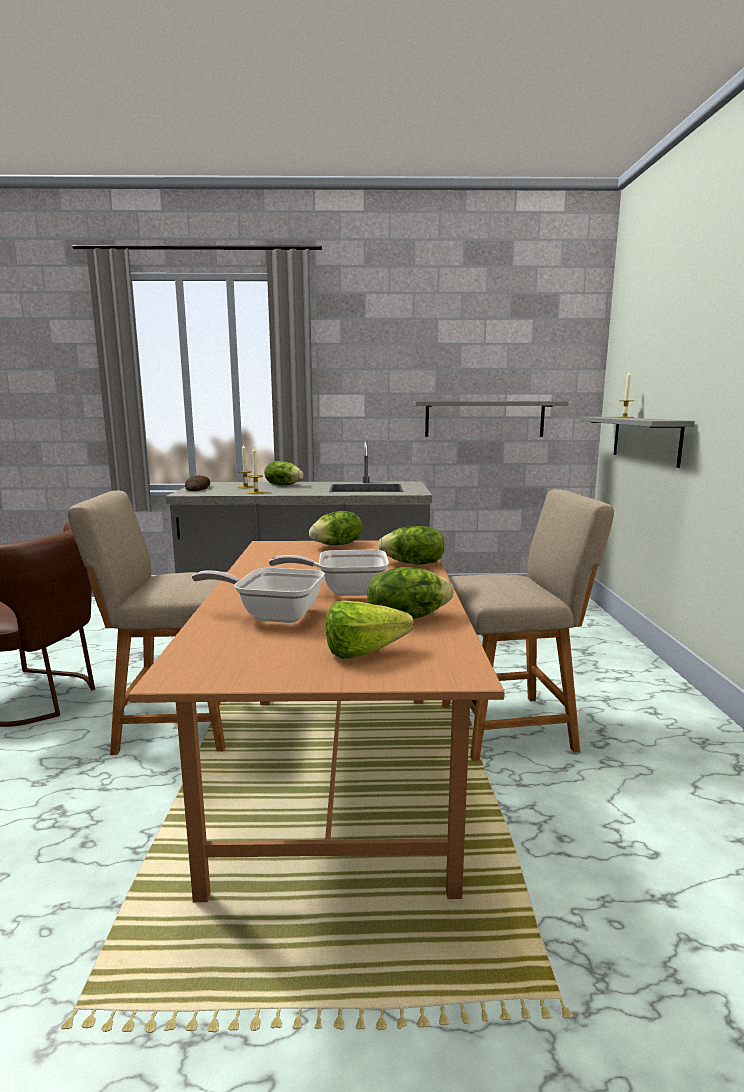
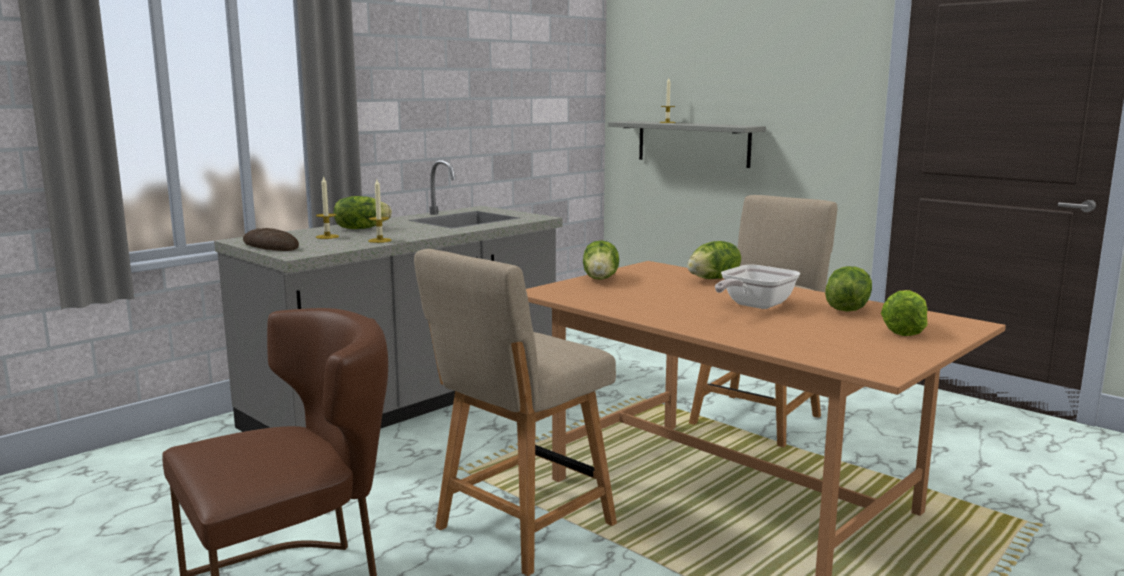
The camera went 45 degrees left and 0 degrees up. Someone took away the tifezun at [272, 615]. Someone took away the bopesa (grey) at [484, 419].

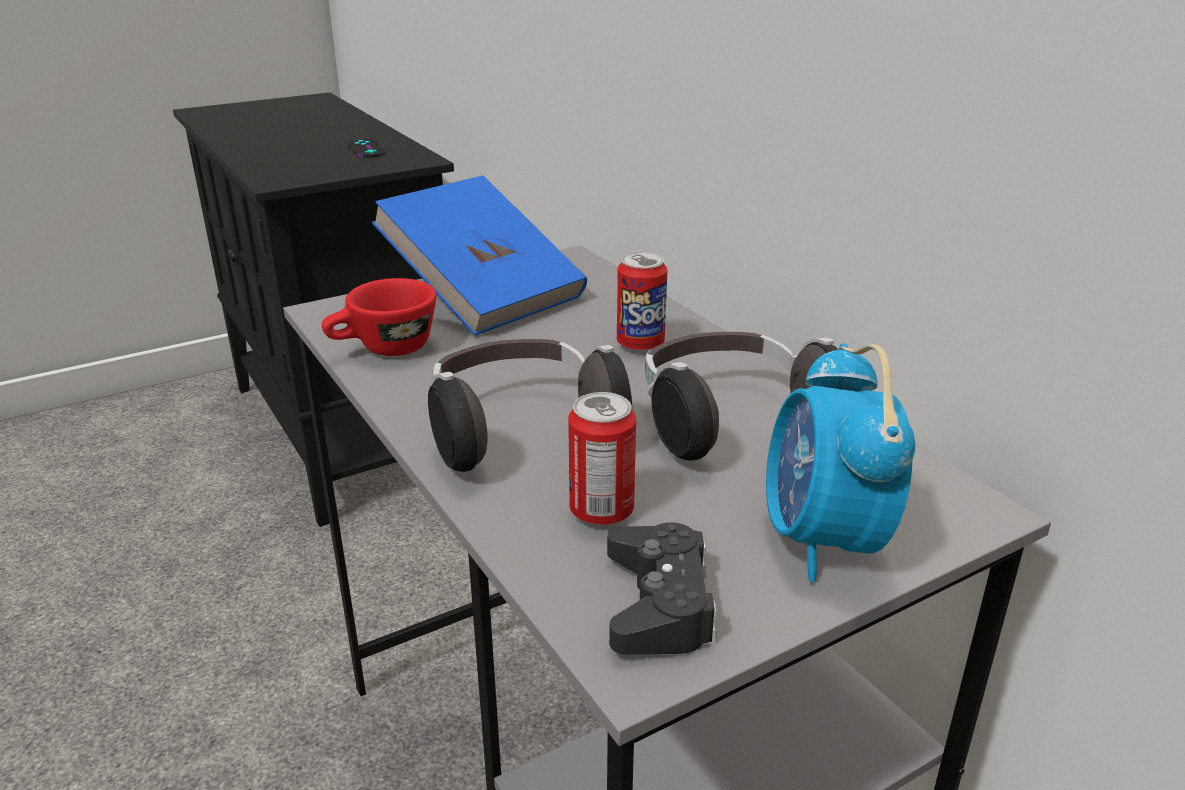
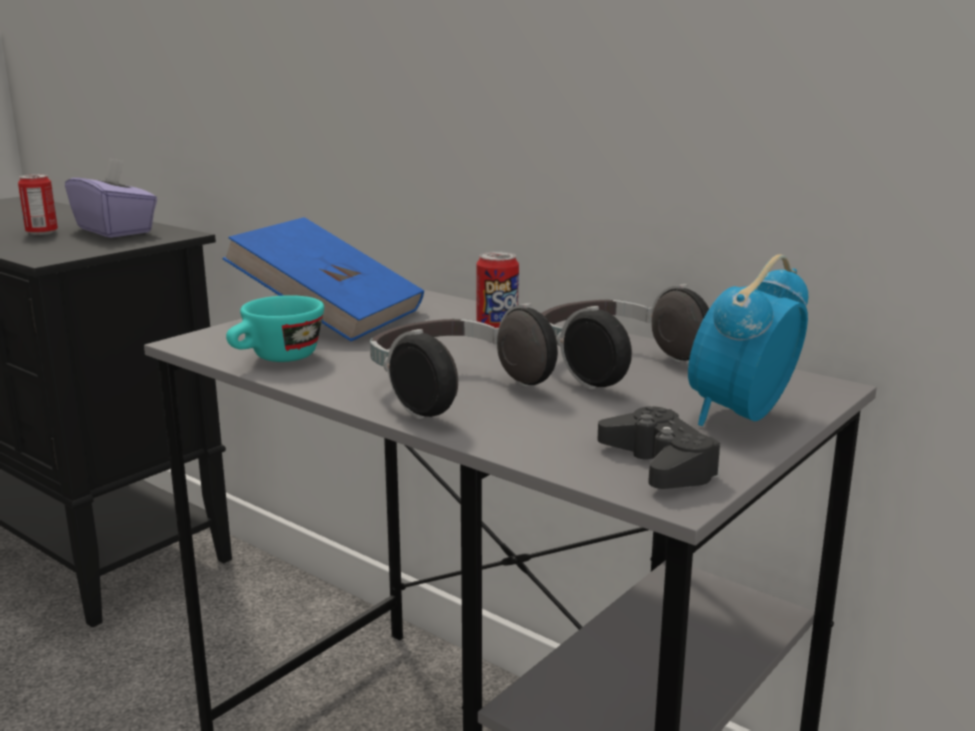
The camera went 20 degrees left and 10 degrees down. Someone carried the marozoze from [601, 511] to [42, 233]. Someone swapped the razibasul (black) at [366, 149] for the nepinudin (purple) at [116, 230]. Someone repainted the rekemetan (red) at [384, 349], which became the rekemetan (turquoise) at [276, 359]. Someone rotated the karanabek at [822, 541] by 60 degrees clockwise.

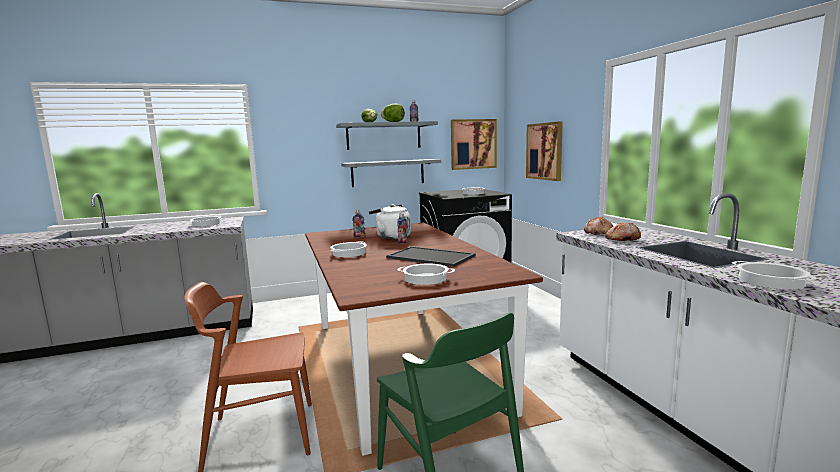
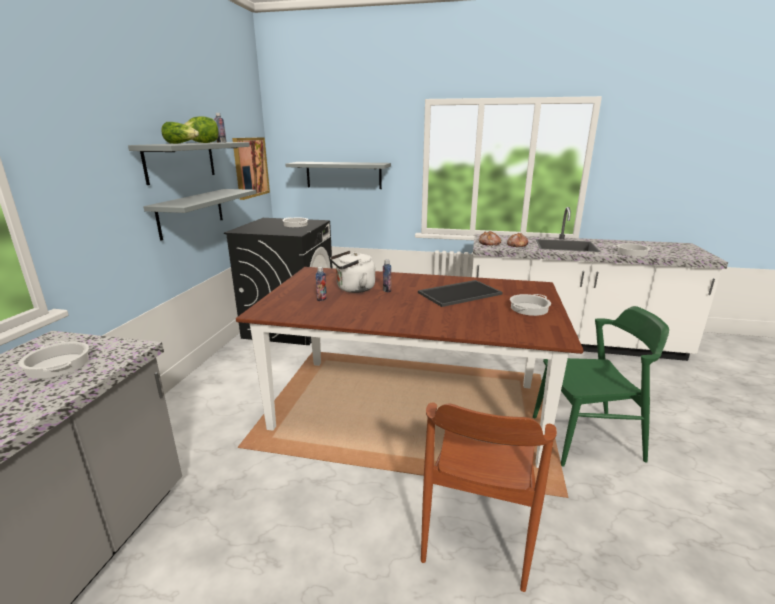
The camera went 60 degrees left and 10 degrees up. Someone swapped the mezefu at [544, 151] for the bopesa (grey) at [343, 175]. Someone took away the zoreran at [349, 253].

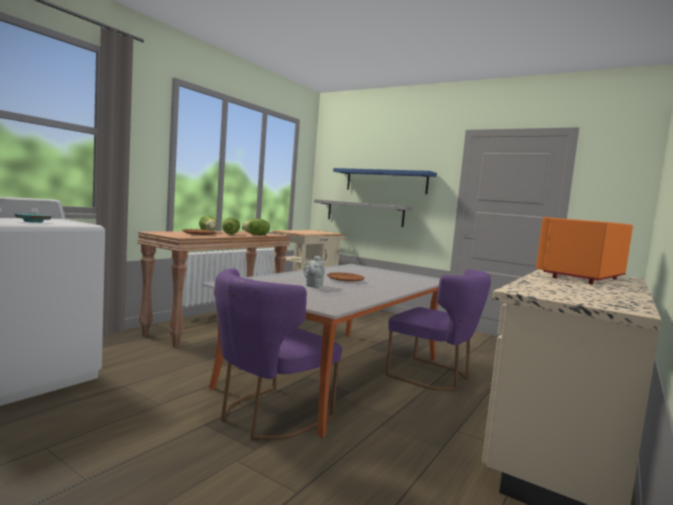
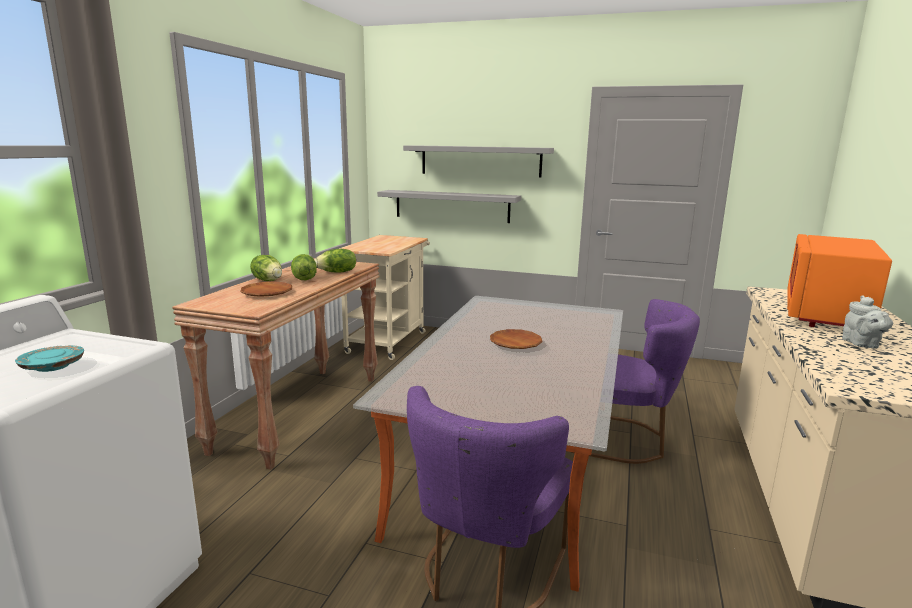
The camera went 15 degrees left and 10 degrees up. Someone repainted the bopesa (blue) at [386, 181], which became the bopesa (grey) at [480, 161]. Someone carried the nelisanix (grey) from [313, 286] to [862, 344].

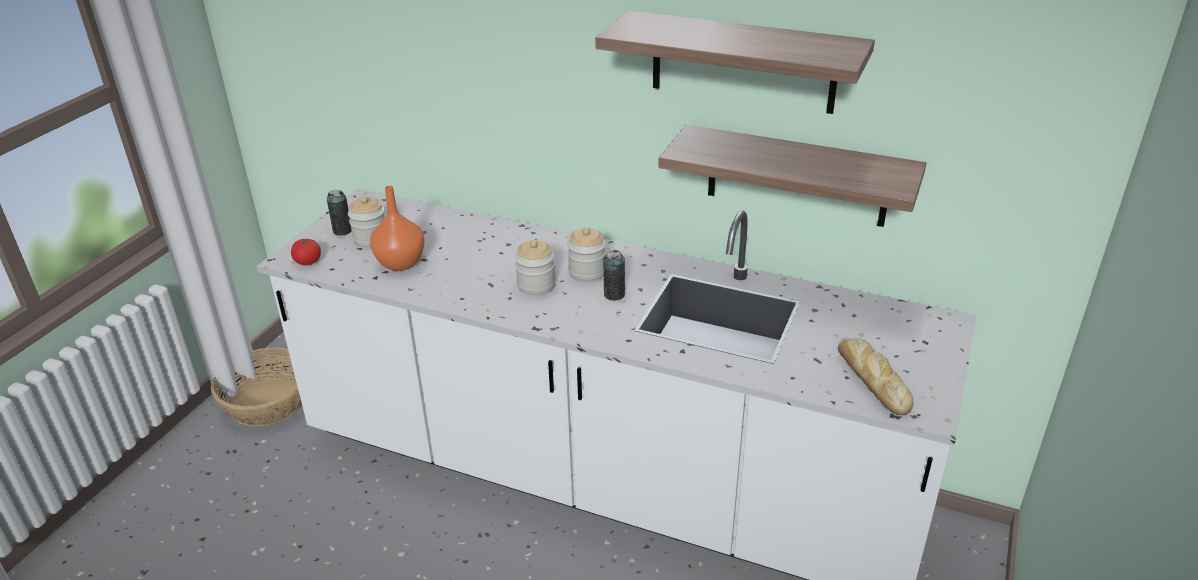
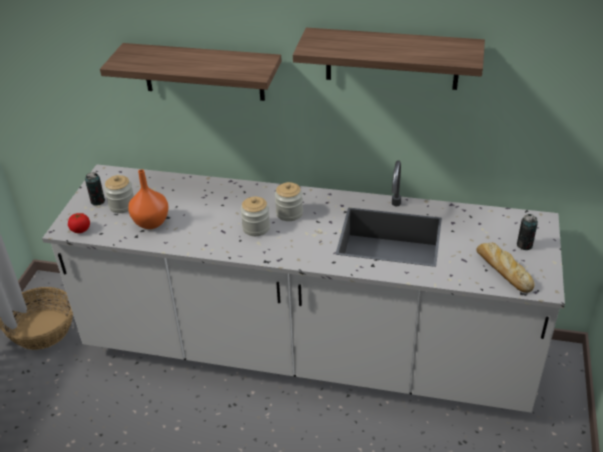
The camera went 10 degrees left and 5 degrees up. Someone carried the bopesa from [797, 176] to [203, 72]. Someone carried the marozoze from [614, 295] to [524, 245].

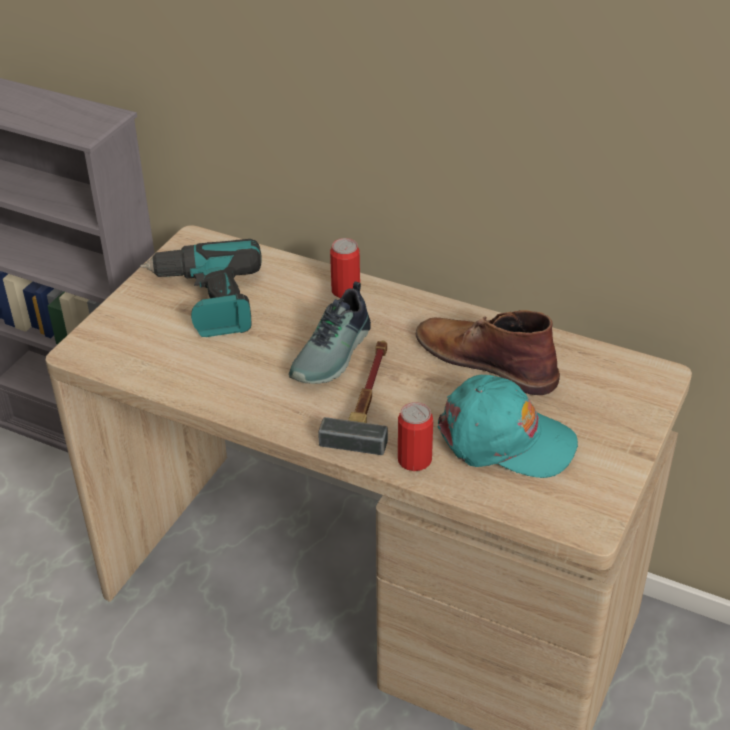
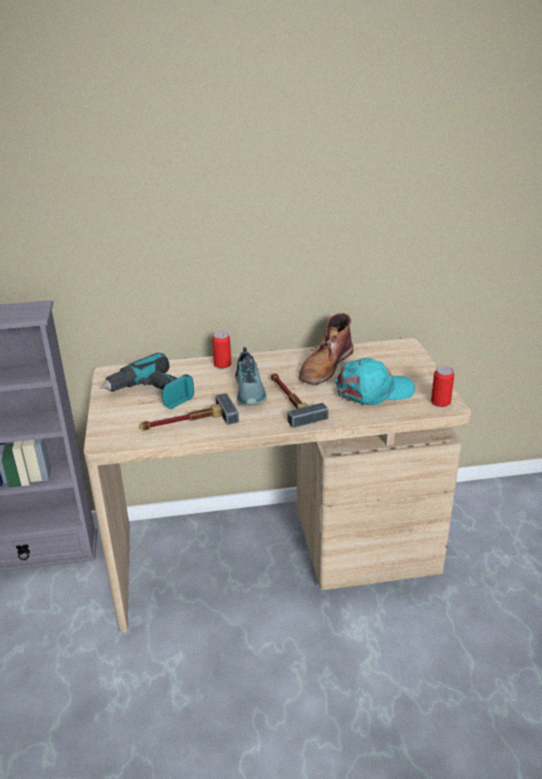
The camera went 35 degrees left and 10 degrees down. Someone put down the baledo at [187, 422]. Someone rotated the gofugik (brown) at [485, 359] by 60 degrees counterclockwise. Someone carried the marozoze from [414, 460] to [440, 402].

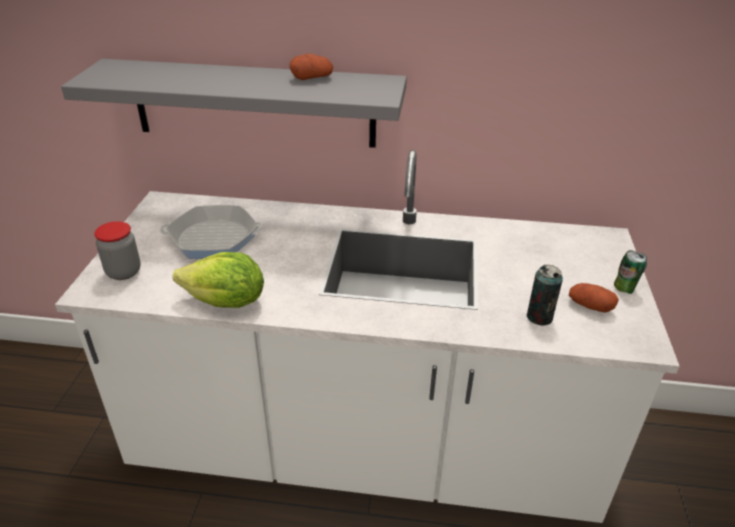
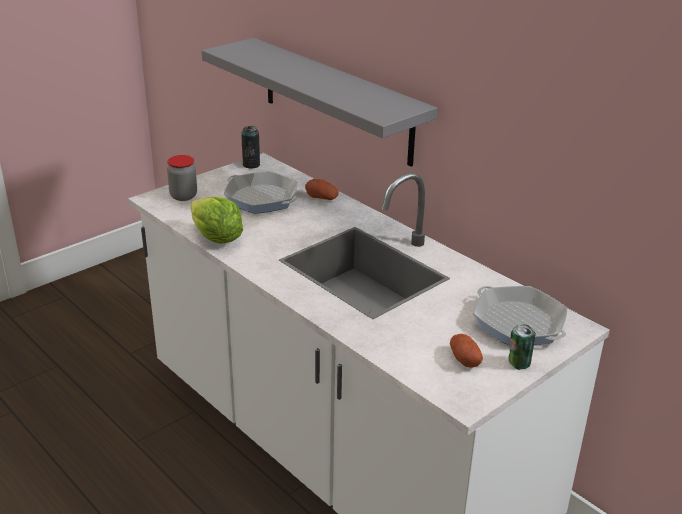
The camera went 40 degrees right and 5 degrees down. Someone carried the marozoze from [539, 317] to [251, 165]. Someone carried the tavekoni from [312, 78] to [322, 198]. Someone put down the tifezun at [518, 323].

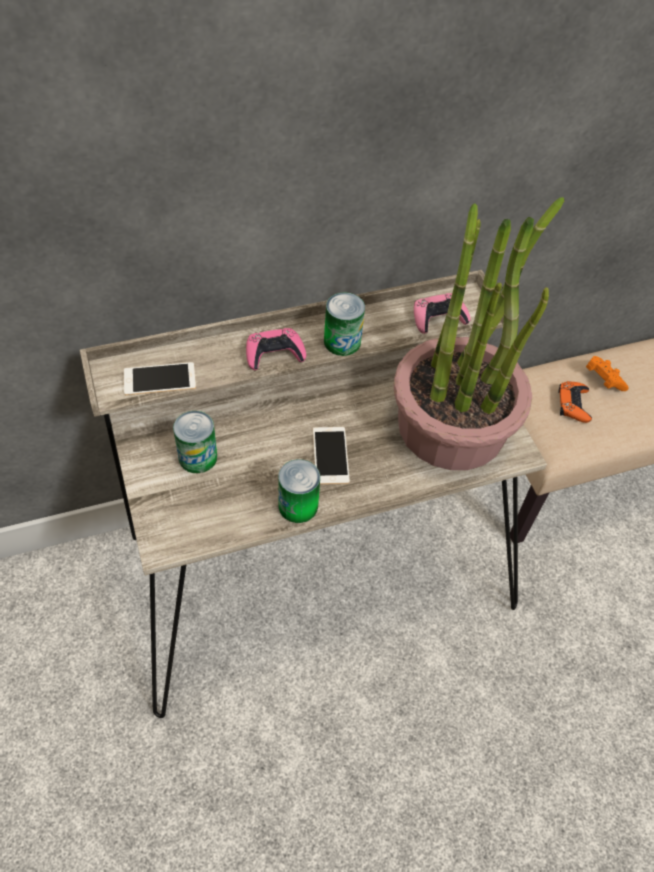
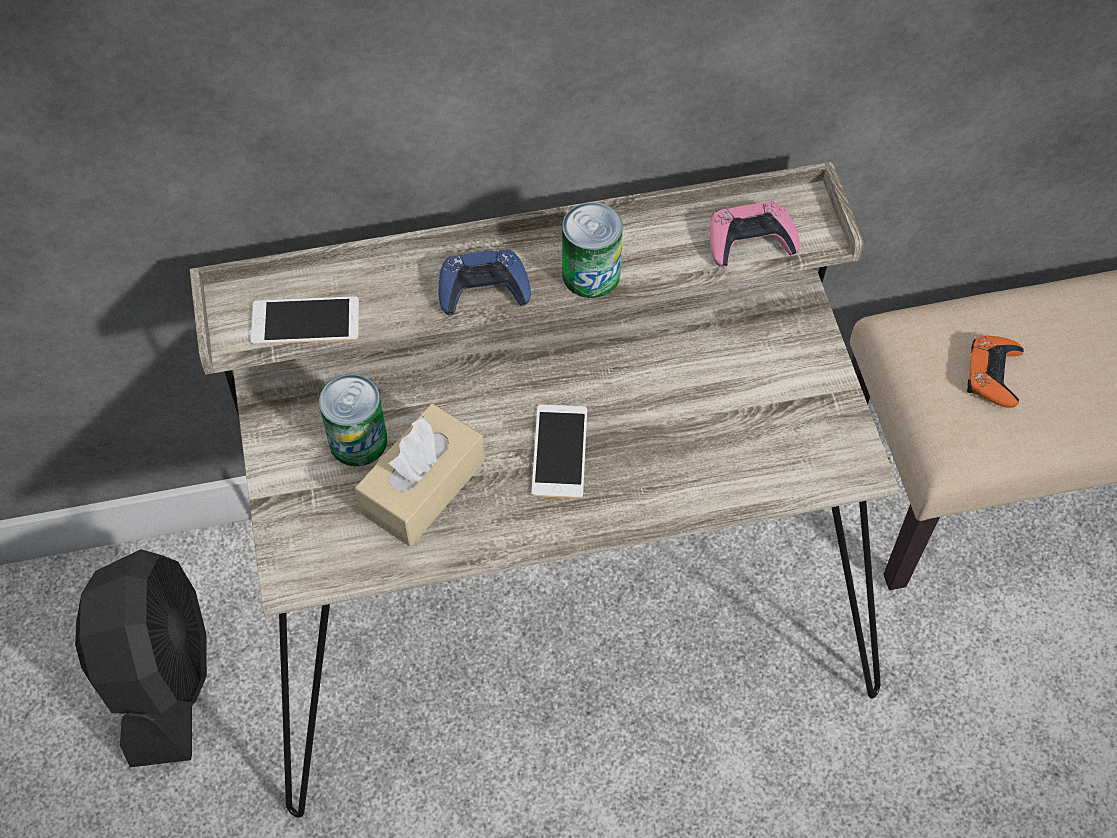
The camera went 10 degrees right and 5 degrees up. Someone put down the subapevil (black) at [163, 677]. Someone put down the nepinudin (beige) at [423, 487]. Someone repainted the razibasul (pink) at [274, 354], which became the razibasul (blue) at [483, 289]. Someone took away the marozoze at [298, 505]. Someone took away the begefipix at [452, 424]. Someone took away the razibasul (orange) at [602, 380].

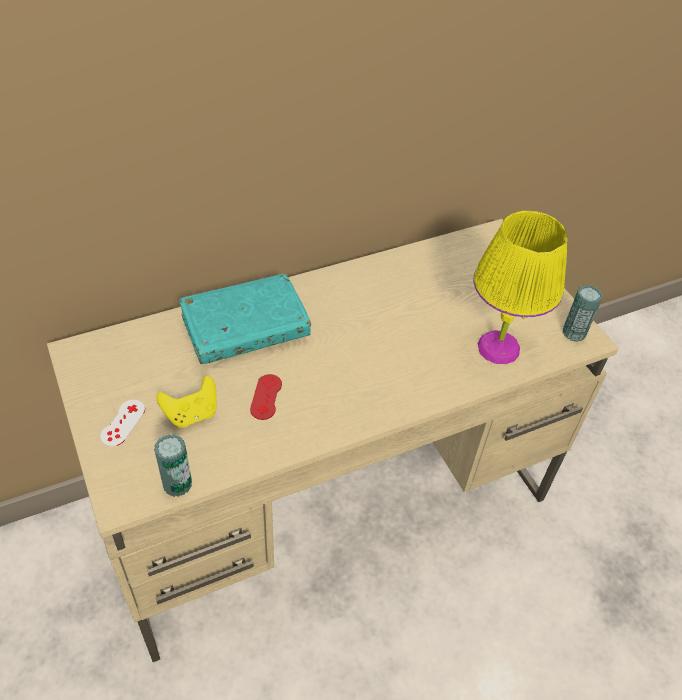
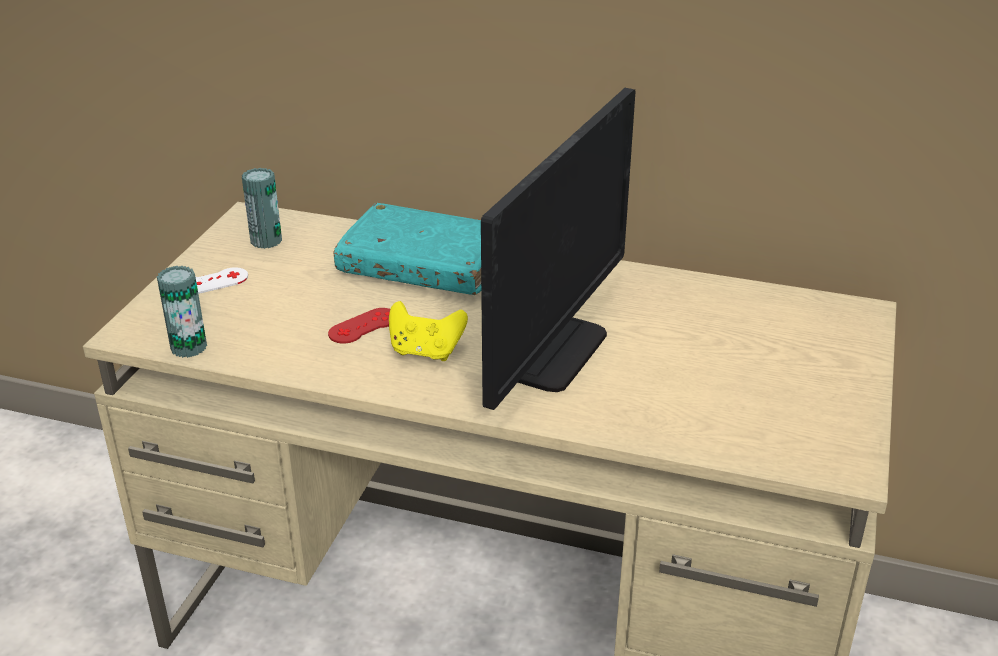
The camera went 45 degrees right and 15 degrees down. Someone carried the marozoze from [574, 333] to [266, 240]. Someone carried the razibasul (yellow) from [191, 414] to [425, 351]. Someone put down the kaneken at [549, 351]. Someone took away the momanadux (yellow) at [499, 348].

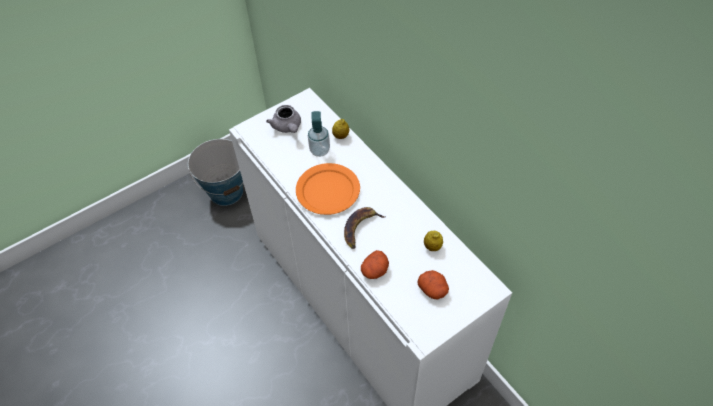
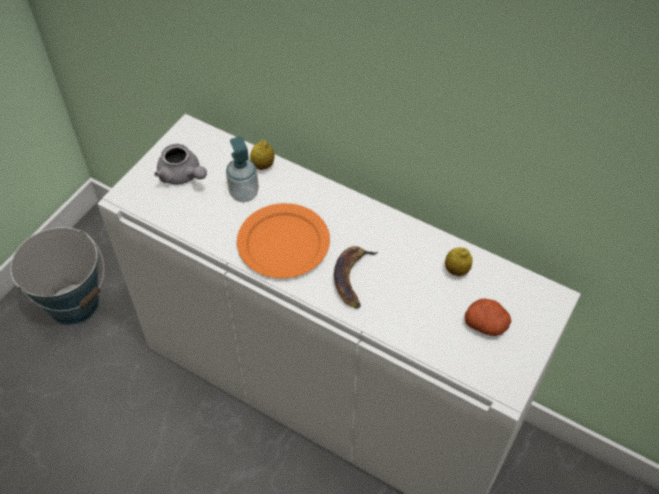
The camera went 25 degrees left and 0 degrees up. Someone took away the tavekoni at [375, 270].

